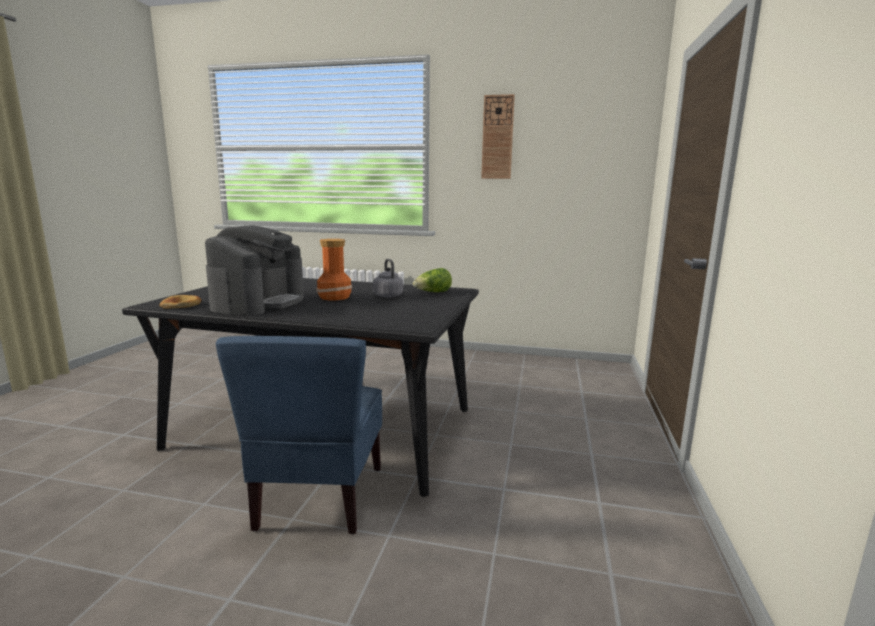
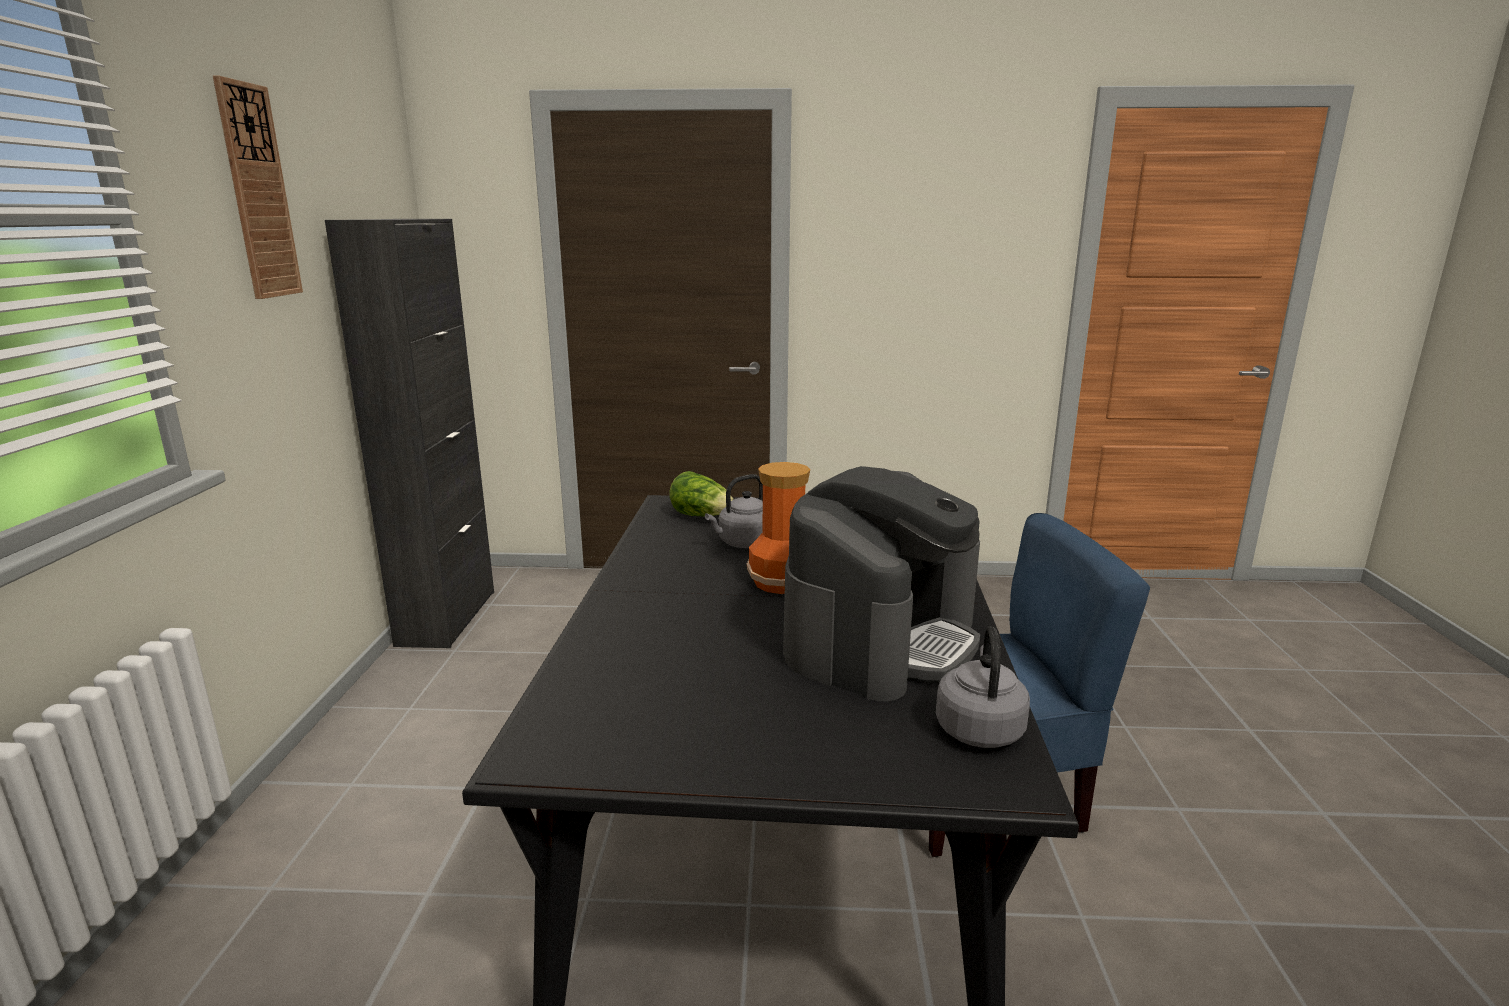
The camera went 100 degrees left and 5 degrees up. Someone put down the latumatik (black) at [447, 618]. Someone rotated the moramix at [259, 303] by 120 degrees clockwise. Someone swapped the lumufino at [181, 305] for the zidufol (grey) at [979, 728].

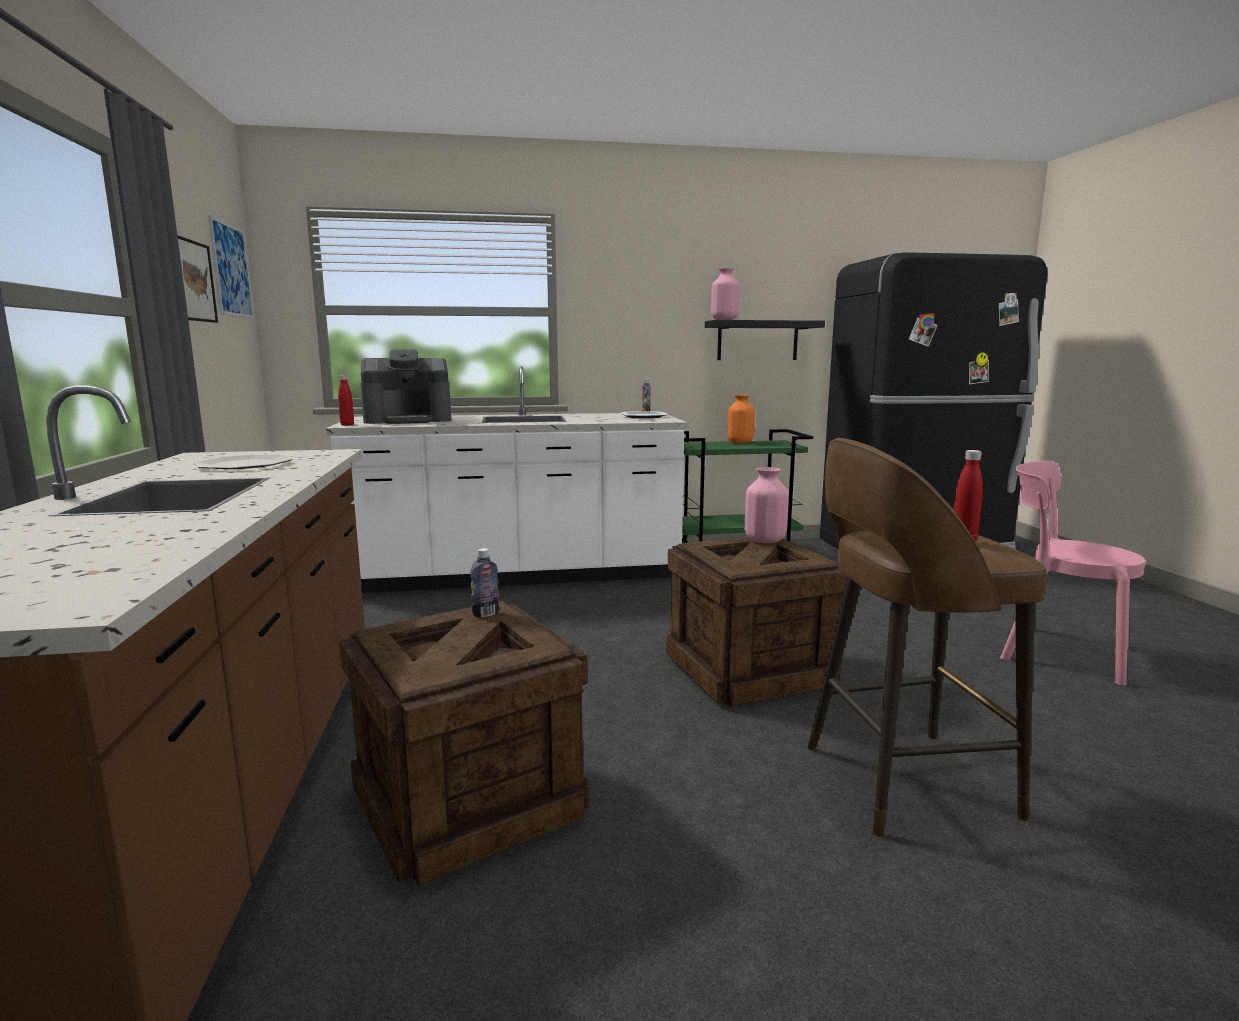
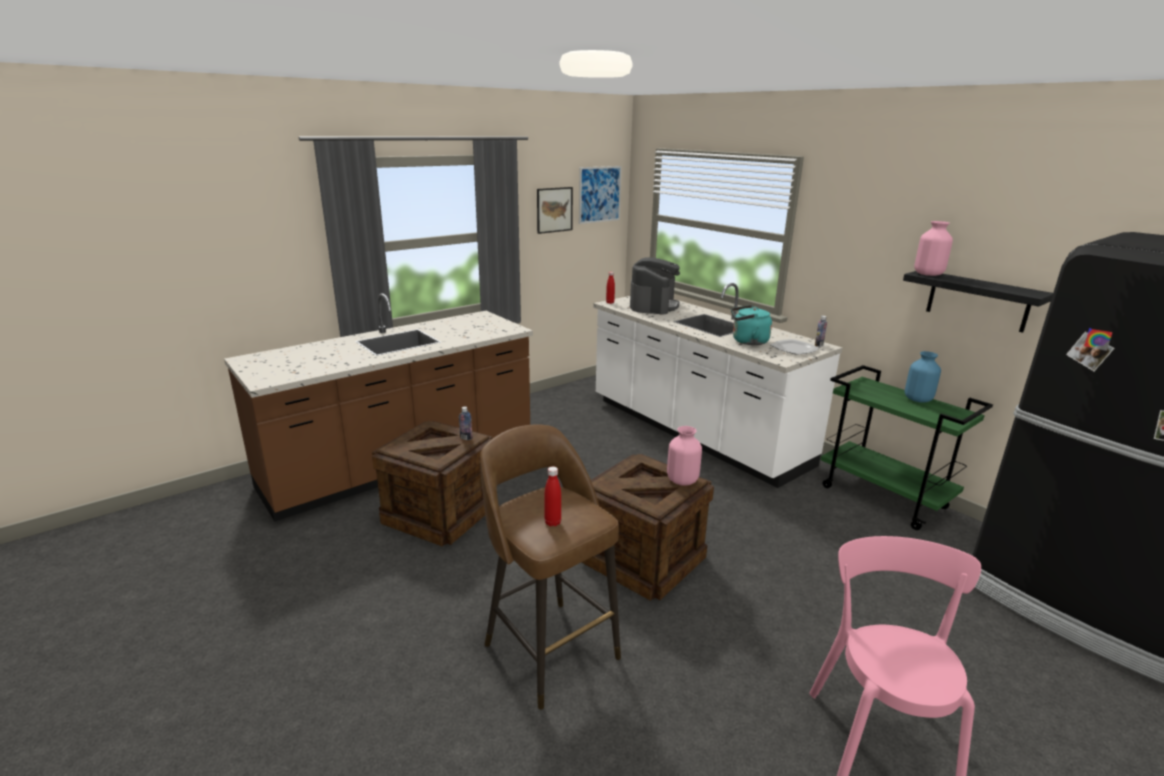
The camera went 60 degrees right and 10 degrees up. Someone rotated the moramix at [408, 420] by 120 degrees counterclockwise. Someone put down the zidufol (turquoise) at [747, 341]. Someone repainted the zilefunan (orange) at [740, 442], which became the zilefunan (blue) at [918, 399]. Someone took away the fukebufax at [245, 464].

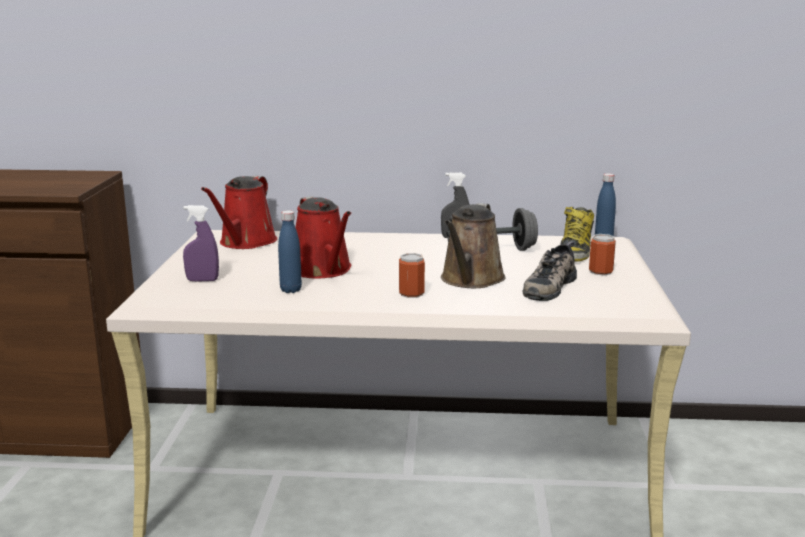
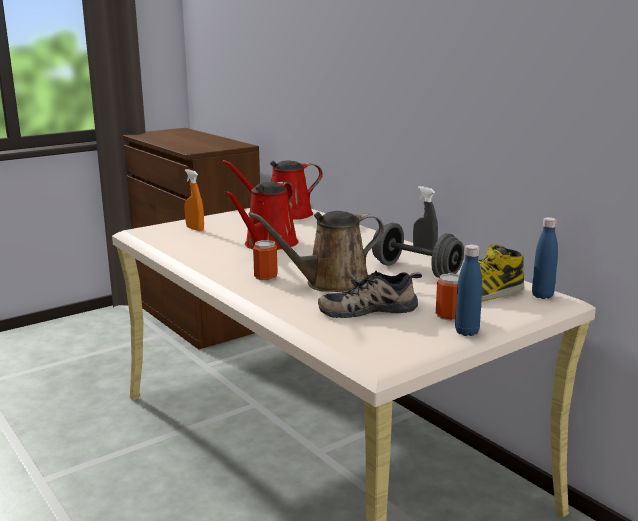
The camera went 50 degrees right and 0 degrees up. Someone repainted the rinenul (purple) at [202, 280], which became the rinenul (orange) at [195, 229]. Someone carried the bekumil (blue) from [291, 290] to [466, 332].

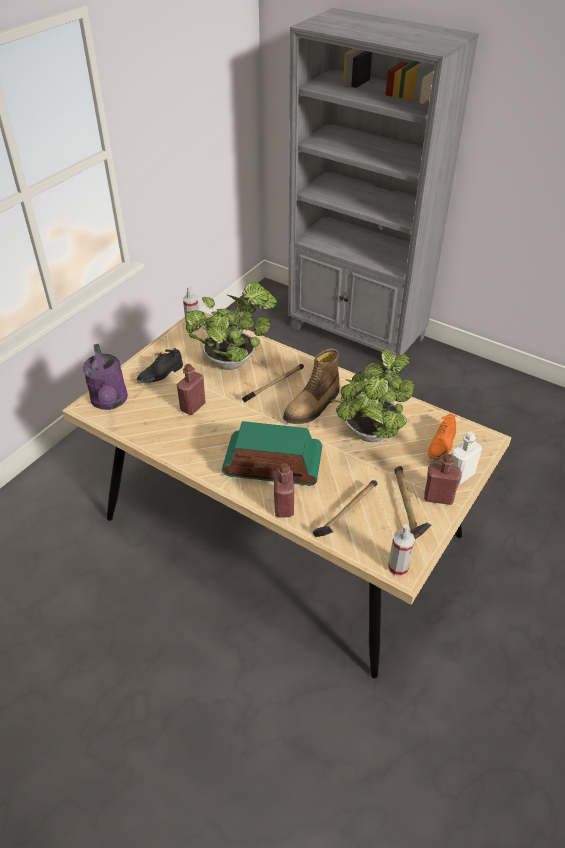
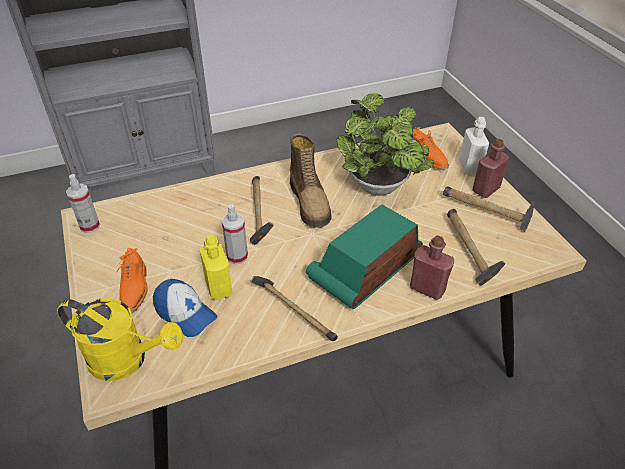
The camera went 55 degrees left and 0 degrees up. Someone repainted the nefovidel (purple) at [110, 402], which became the nefovidel (yellow) at [127, 359]. Someone repainted the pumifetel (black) at [161, 374], which became the pumifetel (orange) at [134, 289]. Someone put down the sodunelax at [185, 313]. Someone repainted the bekumil (red) at [193, 407], which became the bekumil (yellow) at [218, 287]. Someone carried the rinenul from [398, 567] to [237, 256]. Someone put down the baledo at [293, 313]. Someone took away the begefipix at [233, 360].

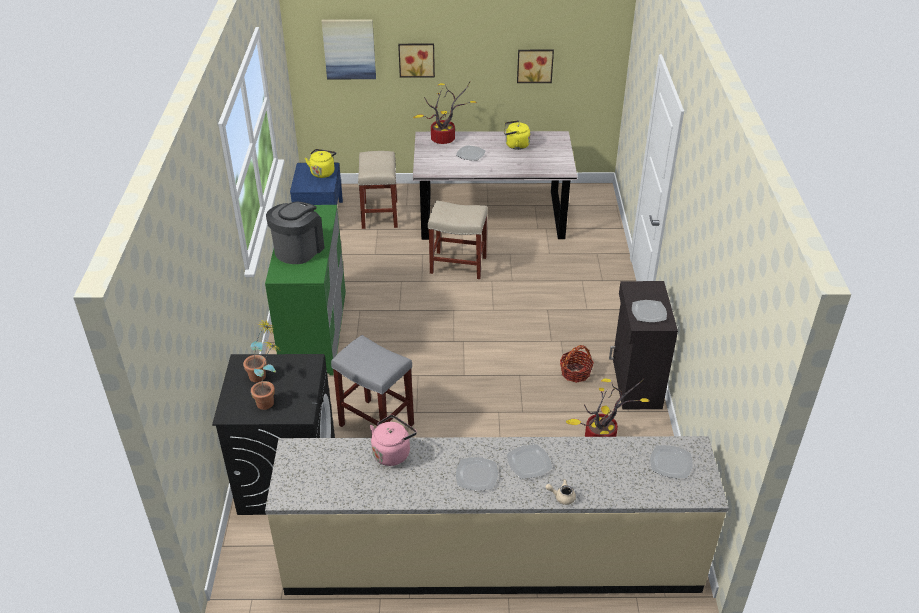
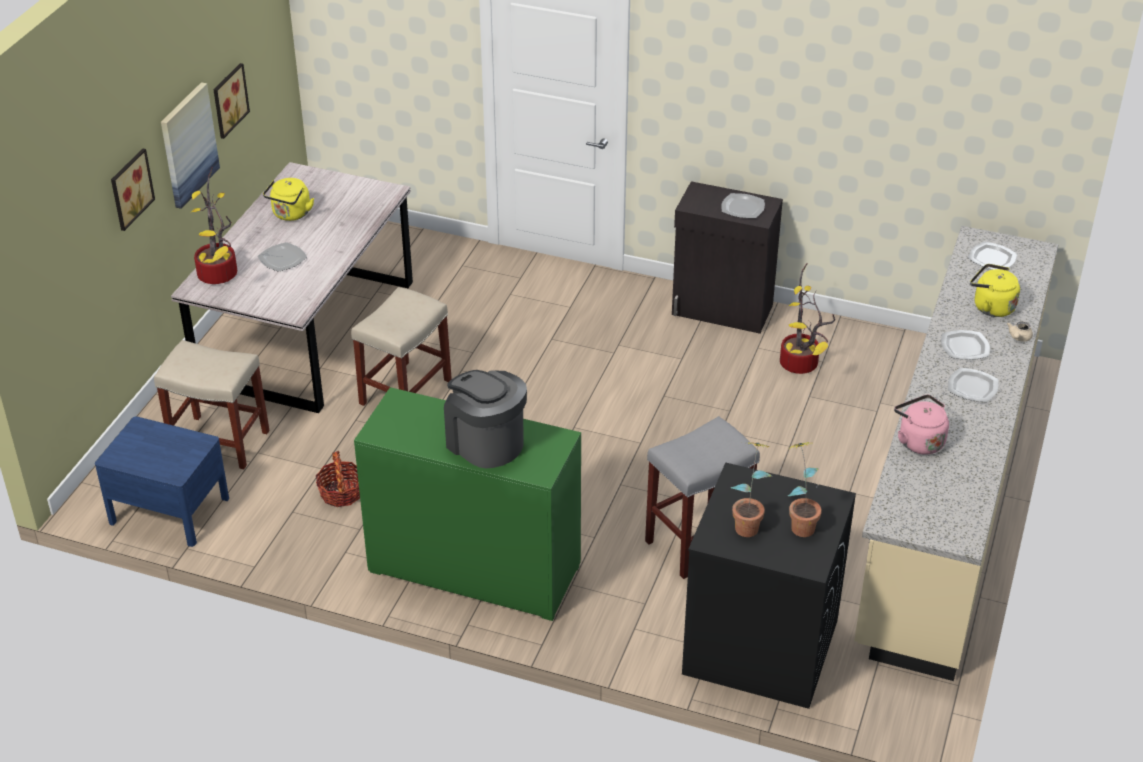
The camera went 70 degrees left and 0 degrees up. Someone carried the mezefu from [349, 49] to [188, 145]. Someone carried the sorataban from [575, 372] to [341, 493]. Someone carried the zidufol (yellow) from [323, 172] to [991, 307].

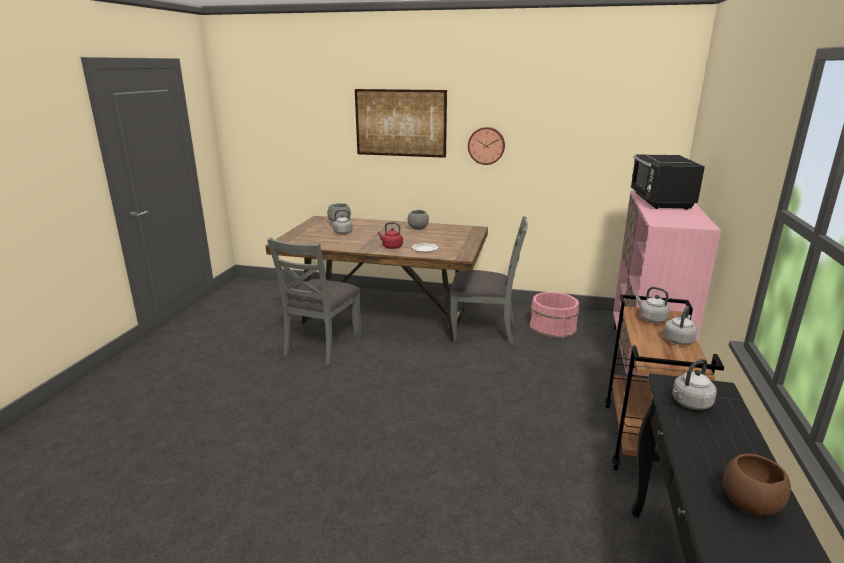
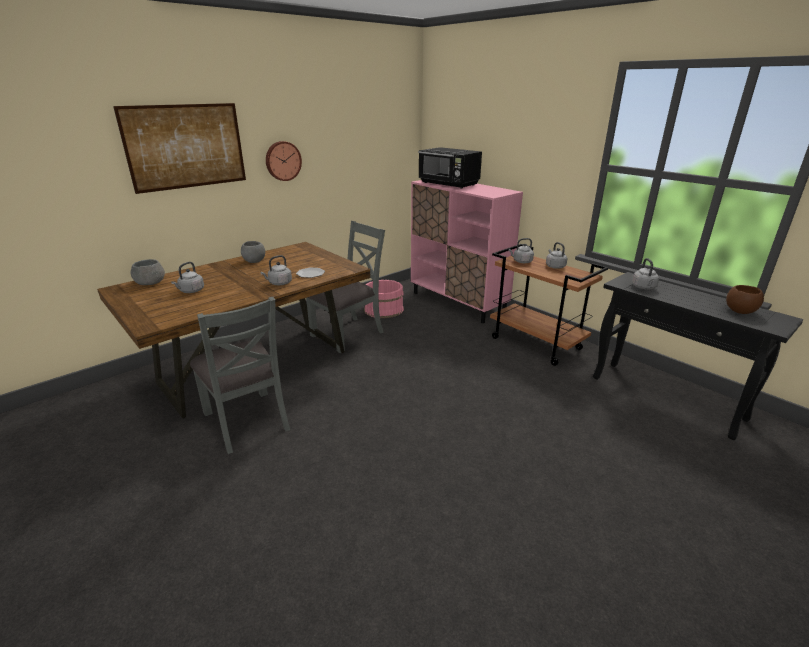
The camera went 55 degrees left and 5 degrees up. Someone repainted the zidufol (red) at [391, 247], which became the zidufol (grey) at [279, 283].

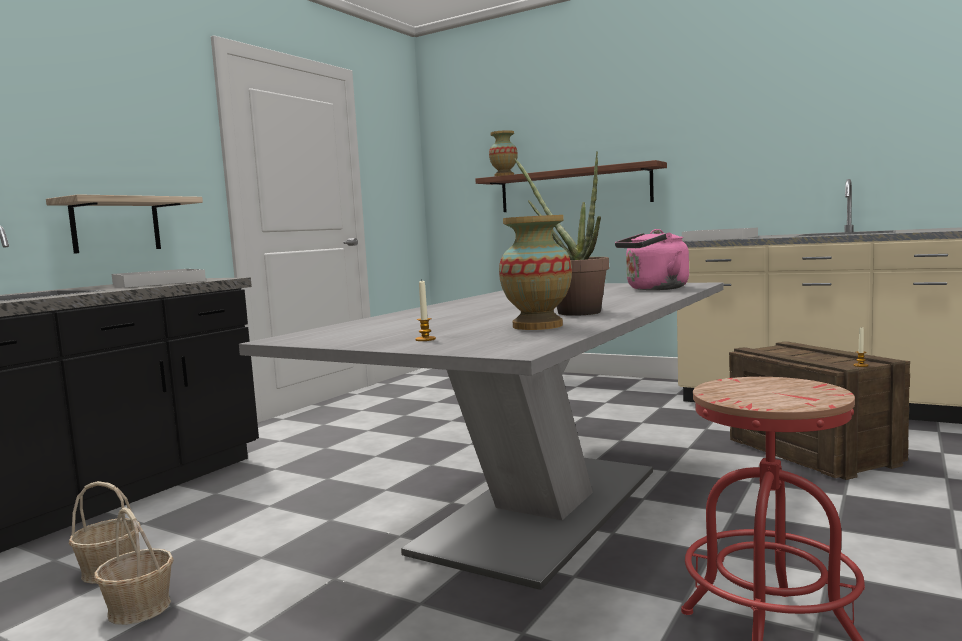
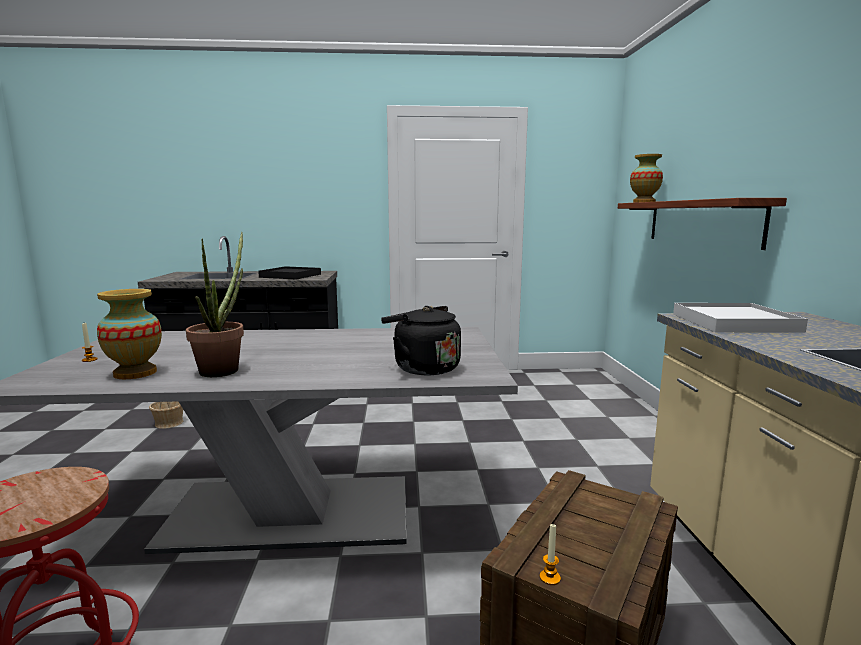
The camera went 55 degrees right and 5 degrees up. Someone repainted the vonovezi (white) at [158, 283], which became the vonovezi (black) at [290, 276]. Someone repainted the zidufol (pink) at [654, 289], which became the zidufol (black) at [423, 368]. Someone took away the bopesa at [116, 225]. Someone took away the sorataban at [139, 608].

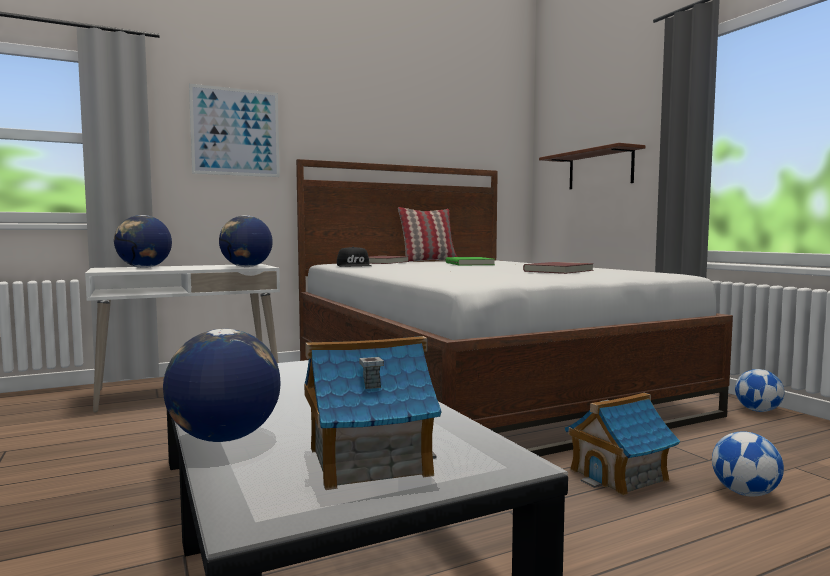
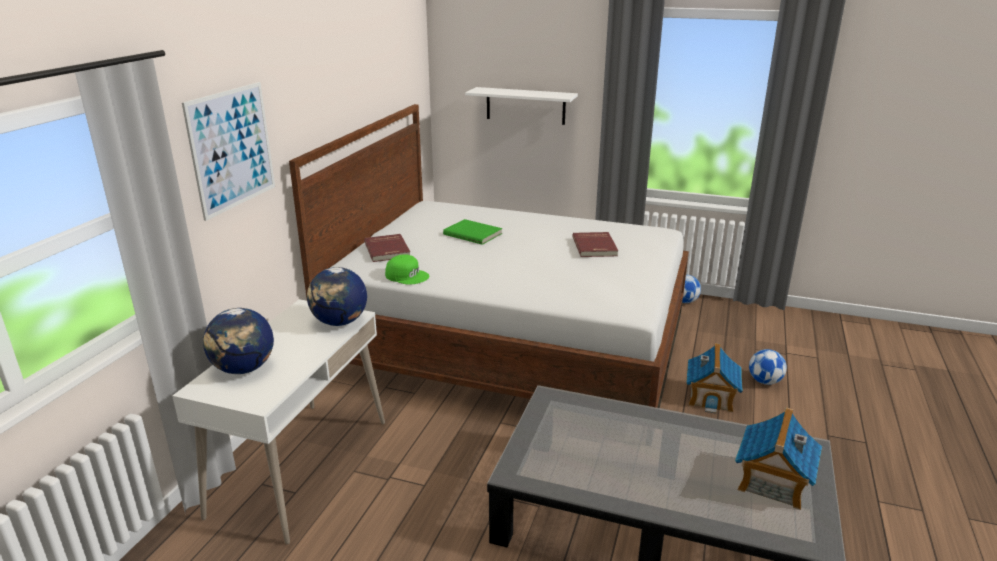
The camera went 45 degrees left and 20 degrees up. Someone repainted the sodunelax (black) at [354, 265], which became the sodunelax (green) at [407, 275]. Someone repainted the bopesa (brown) at [600, 169], which became the bopesa (white) at [525, 105]. Someone took away the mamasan at [224, 438]. Someone took away the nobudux at [428, 261].

